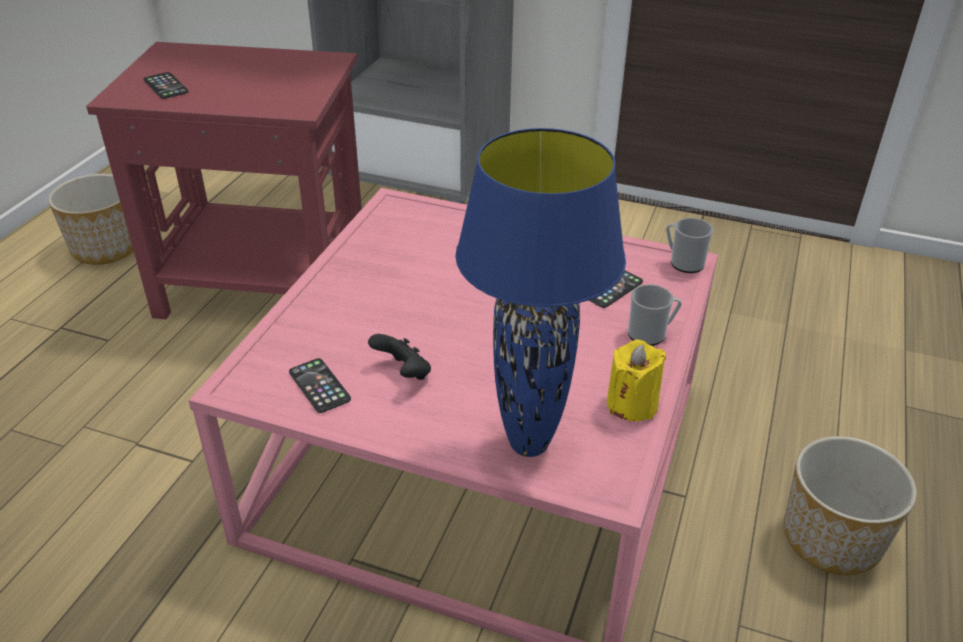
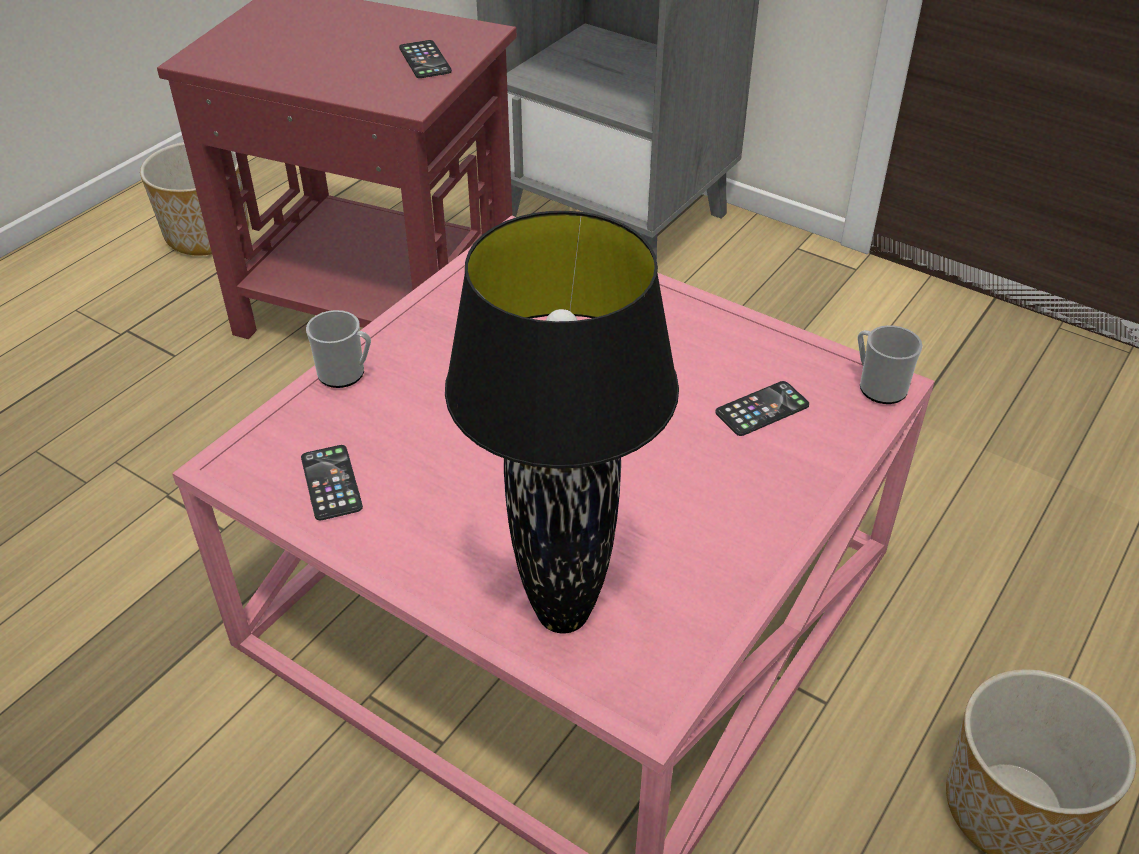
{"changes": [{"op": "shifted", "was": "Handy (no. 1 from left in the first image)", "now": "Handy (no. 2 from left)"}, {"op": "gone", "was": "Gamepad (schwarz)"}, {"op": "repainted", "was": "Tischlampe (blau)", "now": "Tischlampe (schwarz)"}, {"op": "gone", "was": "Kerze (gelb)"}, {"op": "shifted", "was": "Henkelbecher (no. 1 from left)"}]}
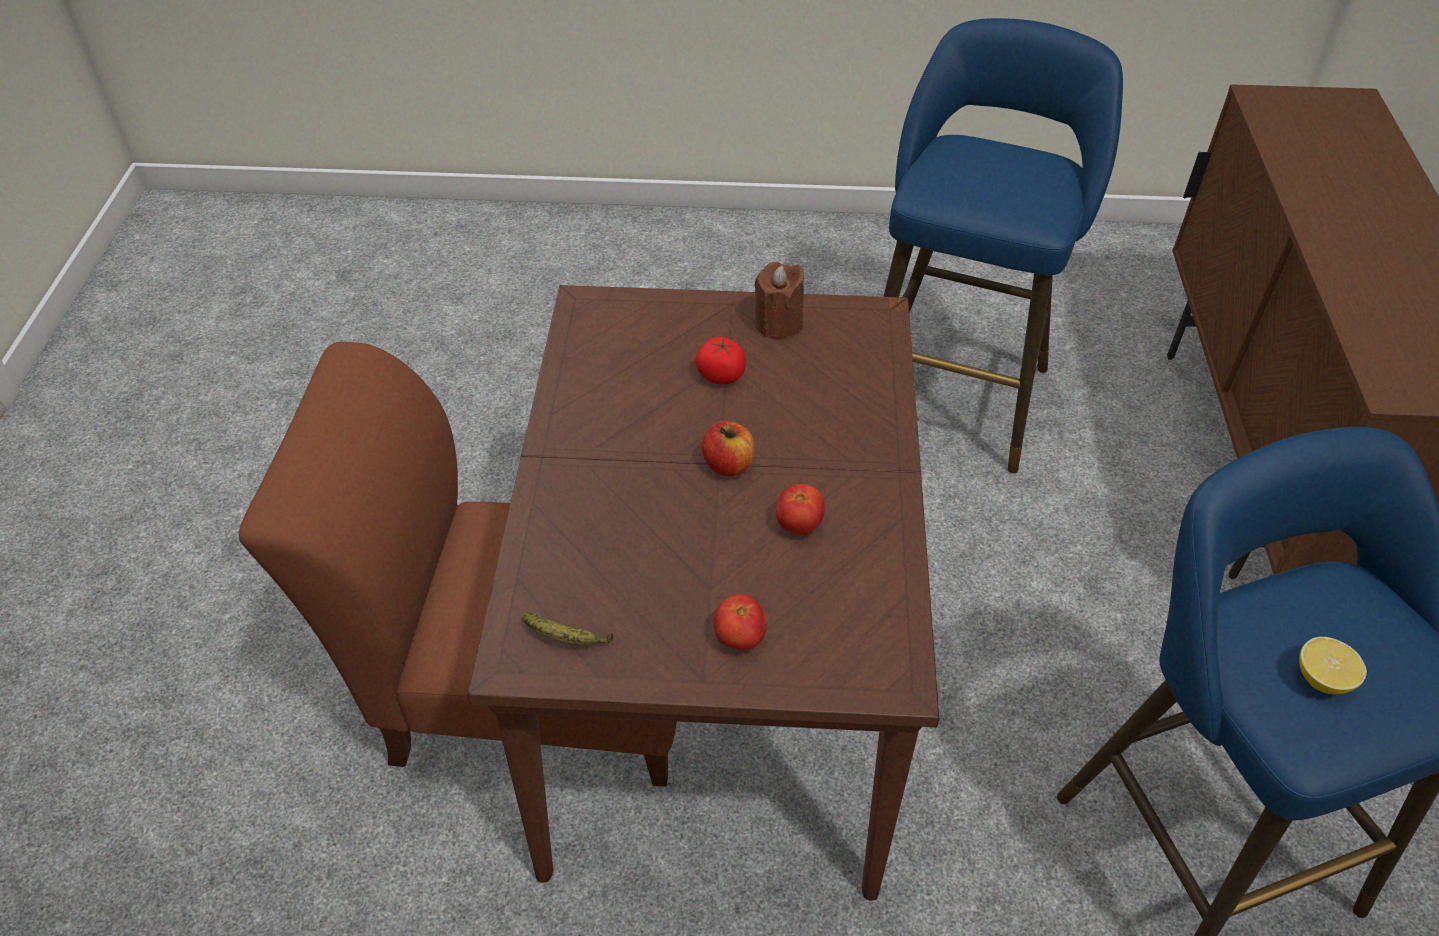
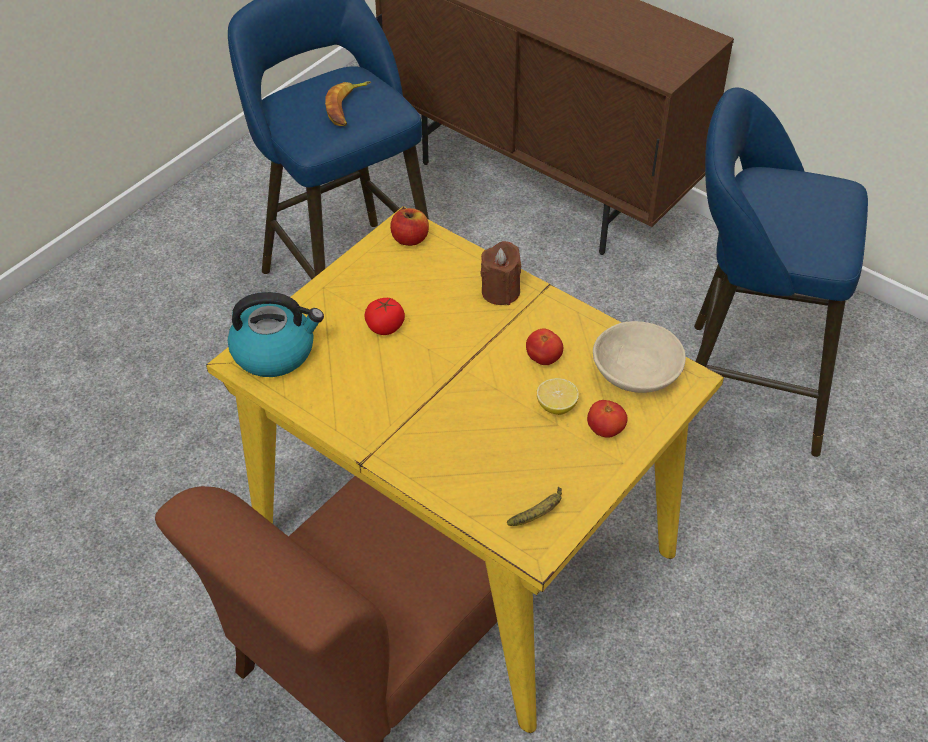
{"changes": [{"op": "repainted", "was": "Esstisch (braun)", "now": "Esstisch (gelb)"}, {"op": "shifted", "was": "Apfel"}, {"op": "shifted", "was": "Kerze (braun)"}, {"op": "shifted", "was": "Zitrone"}, {"op": "new", "now": "Wasserkessel"}, {"op": "new", "now": "Banane (no. 1 from left)"}, {"op": "new", "now": "Schüssel (beige)"}]}
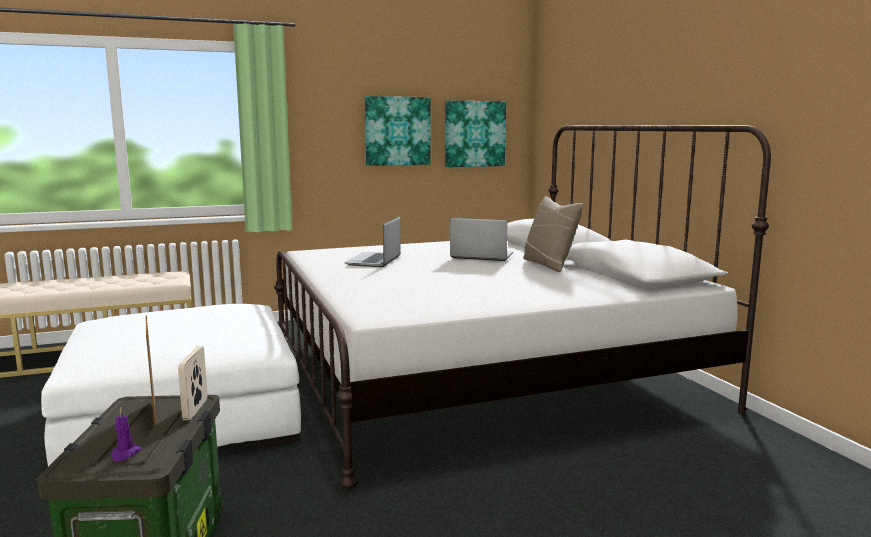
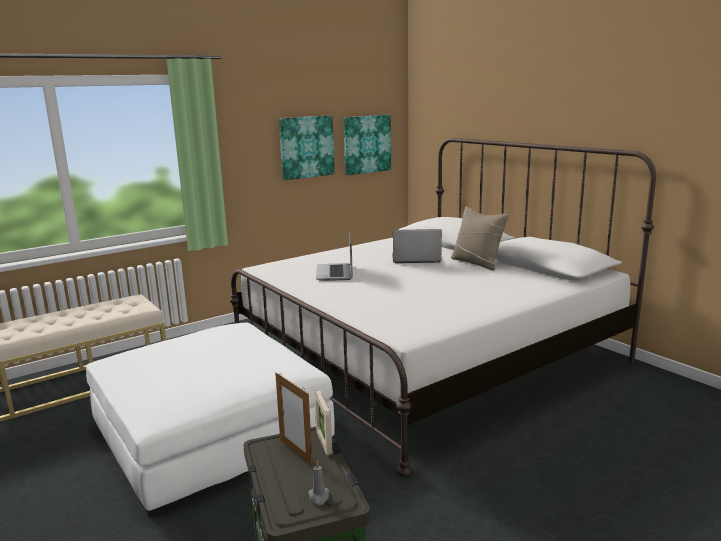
{"changes": [{"op": "repainted", "was": "Kerze (lila)", "now": "Kerze (grau)"}]}
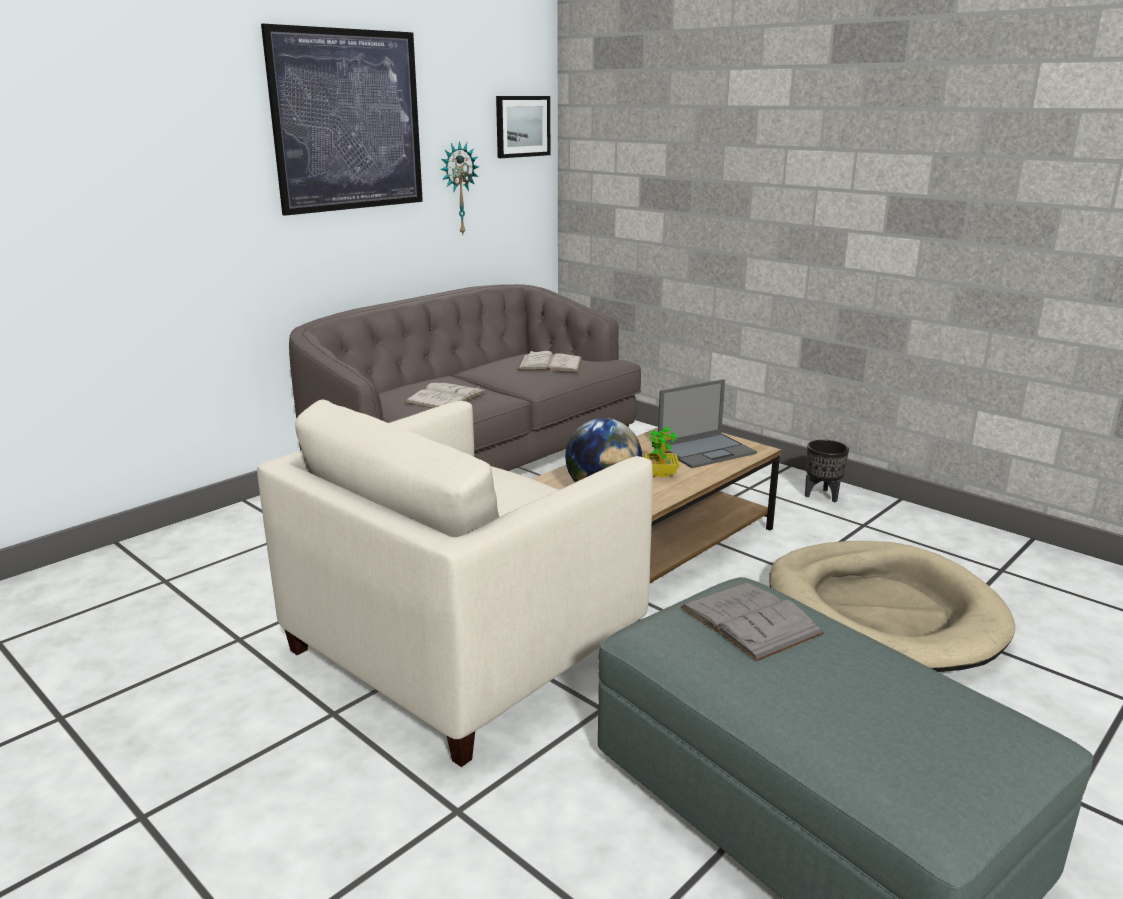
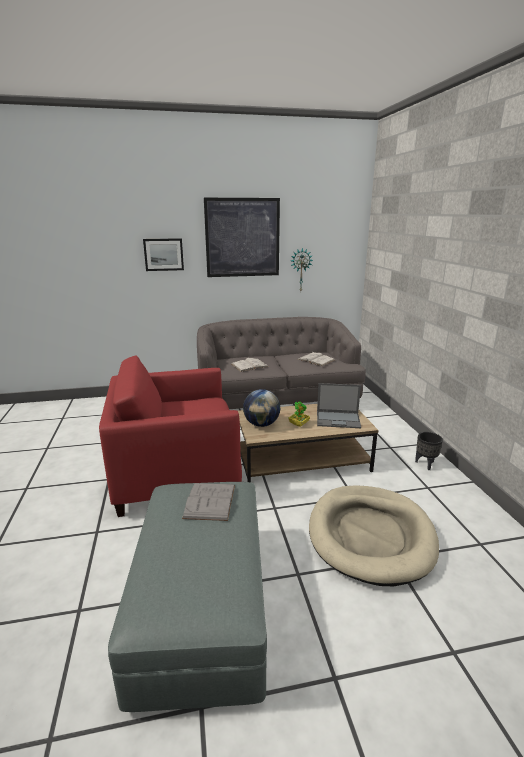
{"changes": [{"op": "repainted", "was": "Sessel (beige)", "now": "Sessel (rot)"}, {"op": "shifted", "was": "Bild (no. 2 from left in the first image)", "now": "Bild (no. 1 from left)"}]}
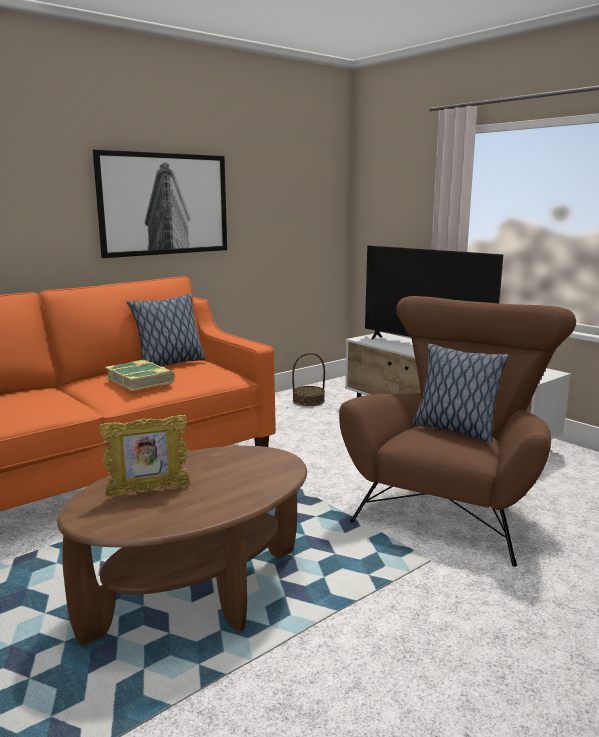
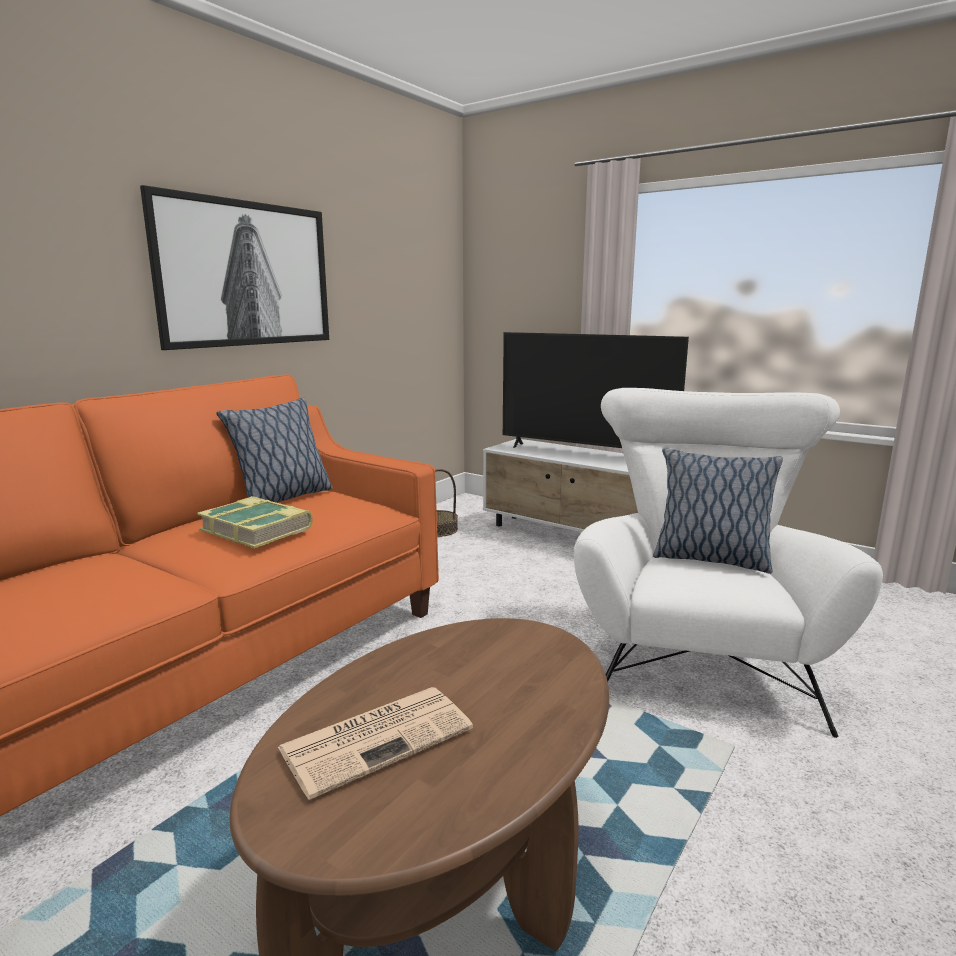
{"changes": [{"op": "swapped", "was": "Bilderrahmen", "now": "Zeitung"}, {"op": "repainted", "was": "Sessel (braun)", "now": "Sessel (weiß)"}]}
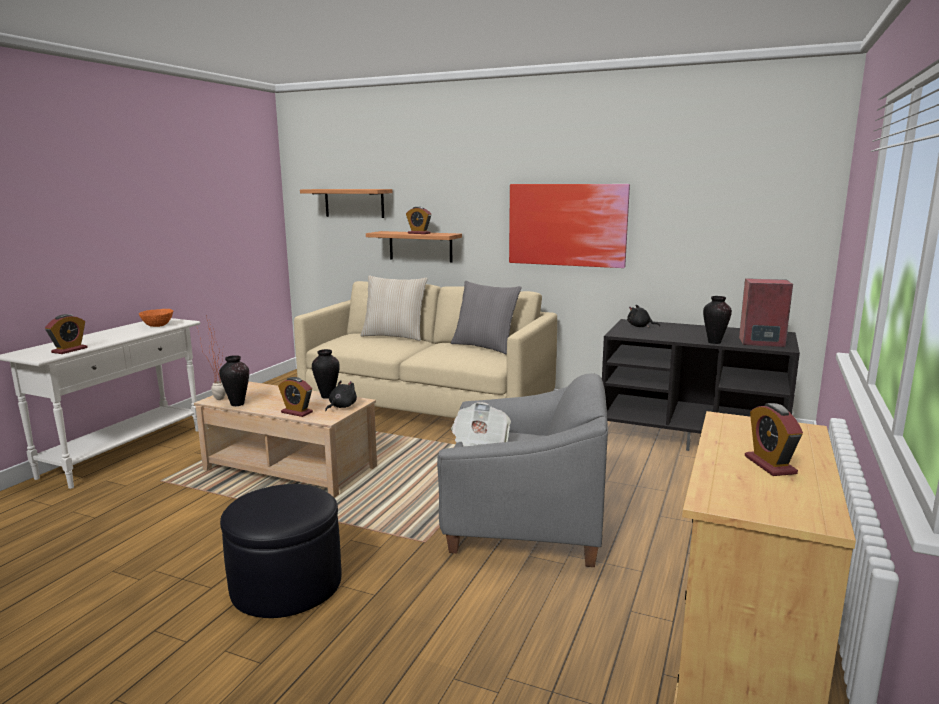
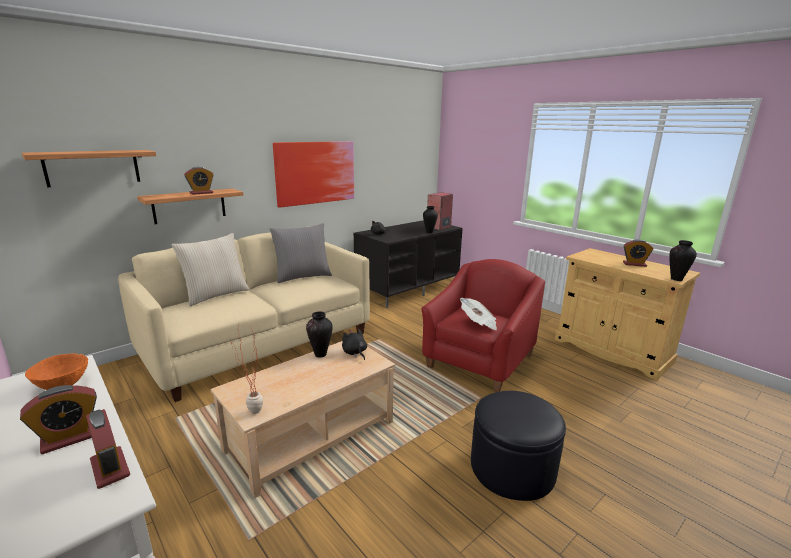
{"changes": [{"op": "shifted", "was": "Vase (no. 1 from left in the first image)", "now": "Vase (no. 3 from left)"}, {"op": "shifted", "was": "Wecker (no. 2 from left in the first image)", "now": "Wecker (no. 1 from left)"}, {"op": "repainted", "was": "Sessel (grau)", "now": "Sessel (rot)"}]}
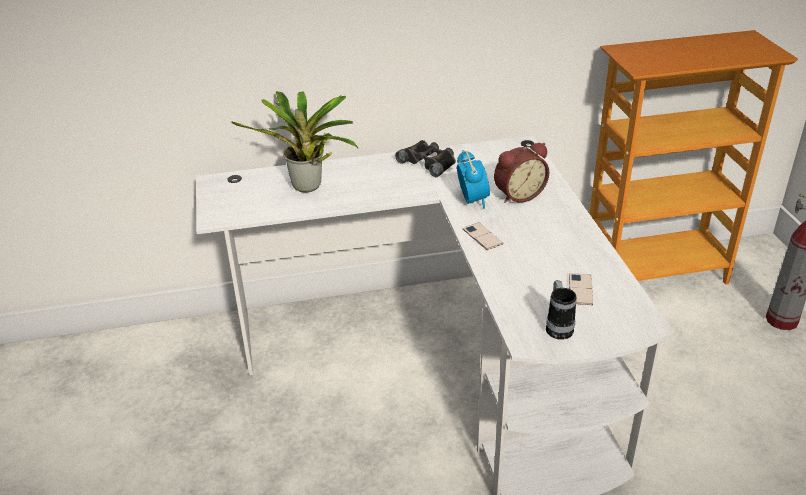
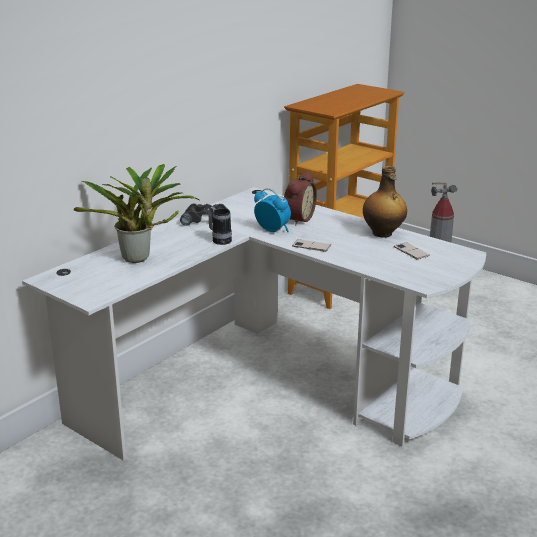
{"changes": [{"op": "shifted", "was": "Henkelbecher"}, {"op": "new", "now": "Flasche"}]}
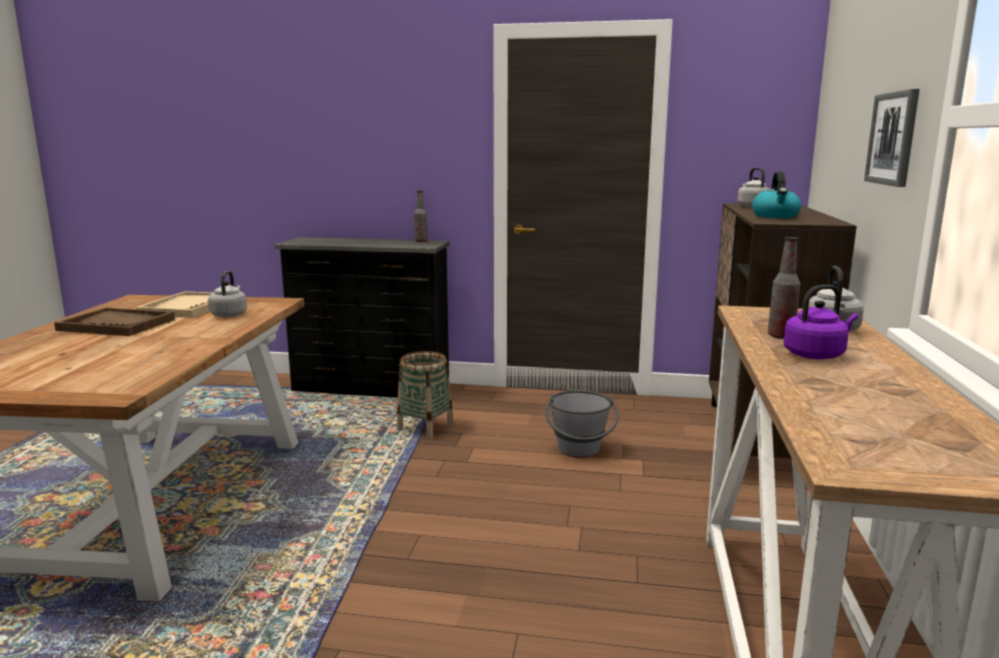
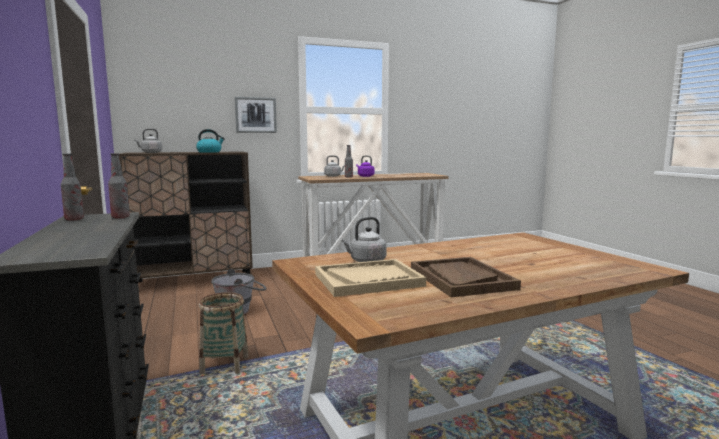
{"changes": [{"op": "new", "now": "Flasche (no. 2 from left)"}]}
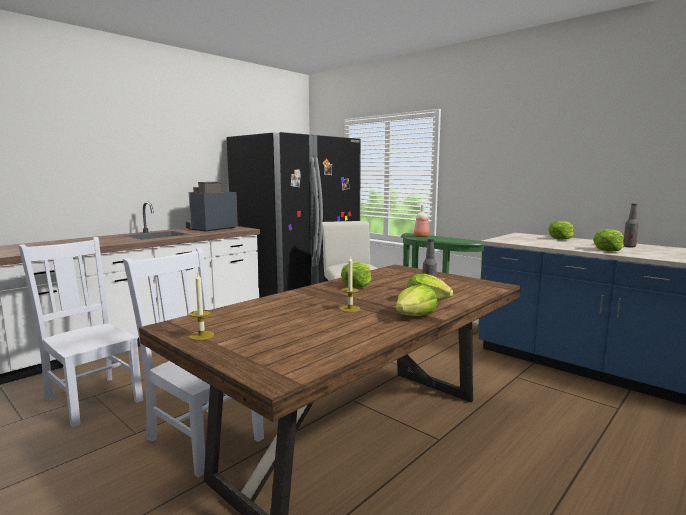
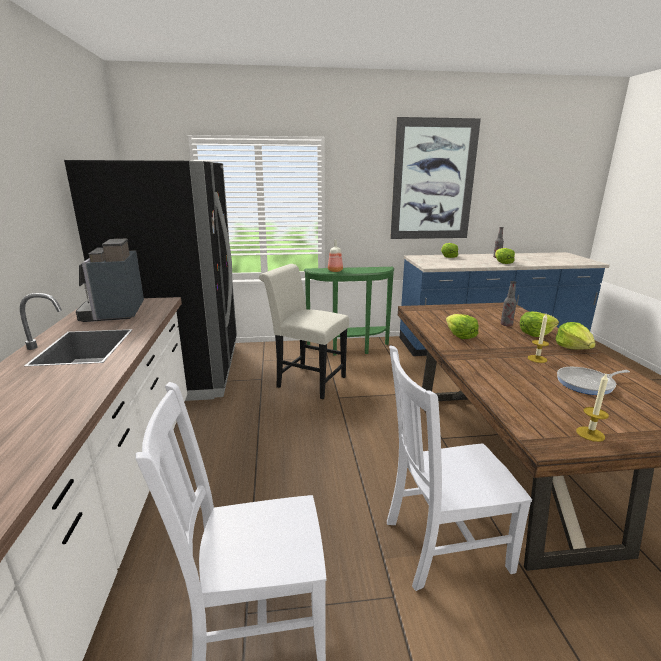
{"changes": [{"op": "new", "now": "Bild"}, {"op": "new", "now": "Pfanne"}]}
